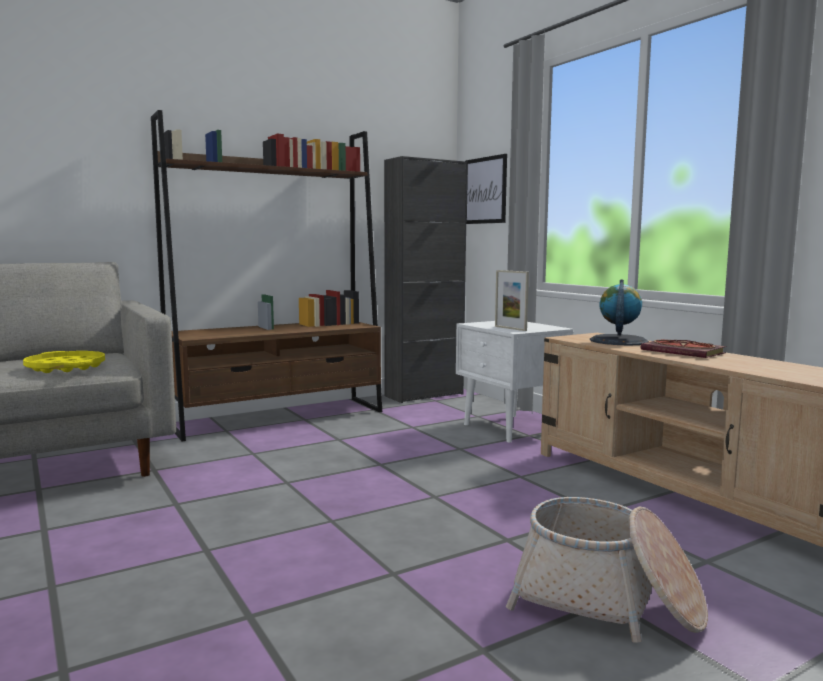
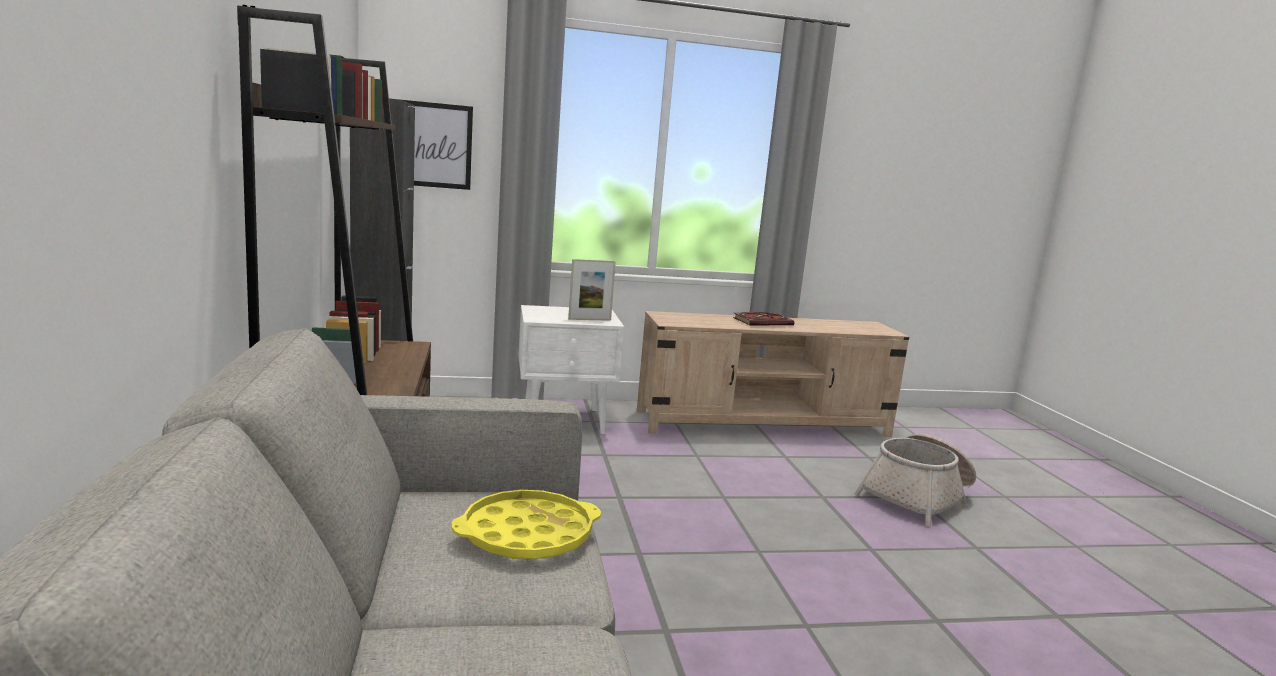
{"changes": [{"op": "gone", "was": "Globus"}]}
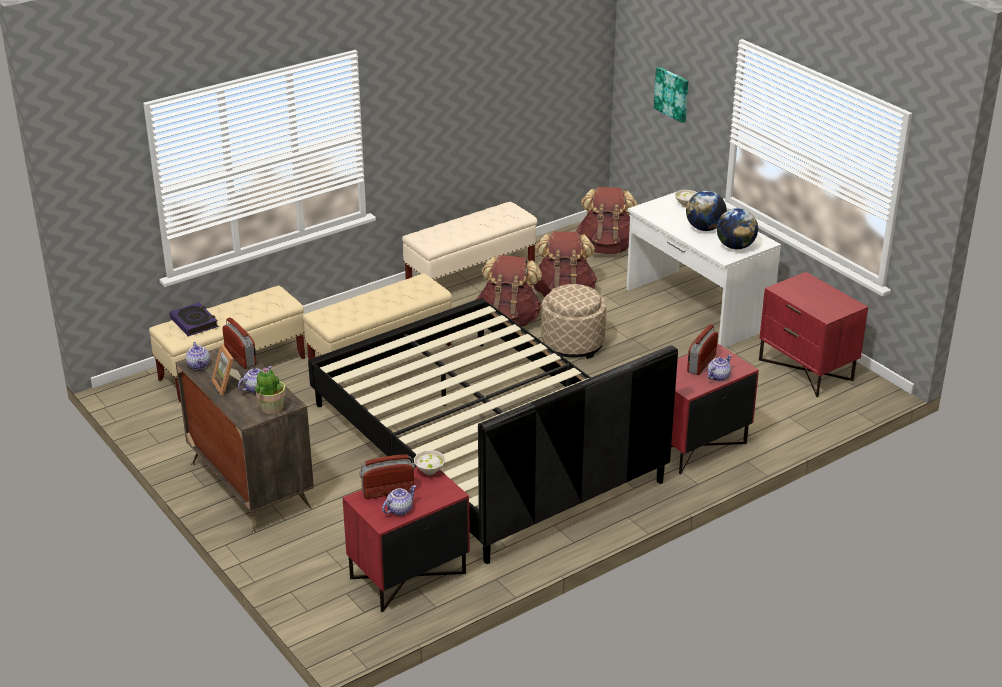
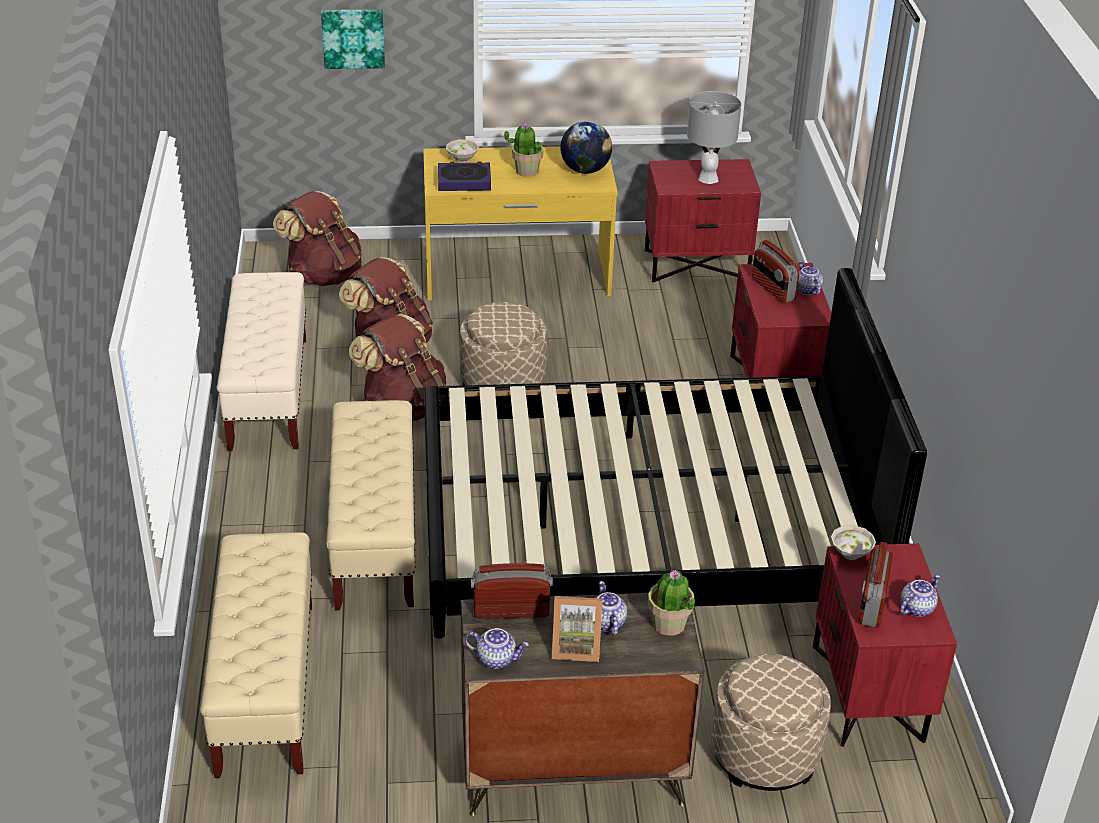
{"changes": [{"op": "shifted", "was": "Buch"}, {"op": "rotated", "was": "Teekanne (no. 3 from left in the first image)", "clockwise": 60}, {"op": "repainted", "was": "Schreibtisch (weiß)", "now": "Schreibtisch (gelb)"}, {"op": "swapped", "was": "Globus (no. 1 from left)", "now": "Topfpflanze (no. 1 from left)"}, {"op": "new", "now": "Tischlampe (grau)"}, {"op": "new", "now": "Polsterhocker (beige) (no. 2 from left)"}]}
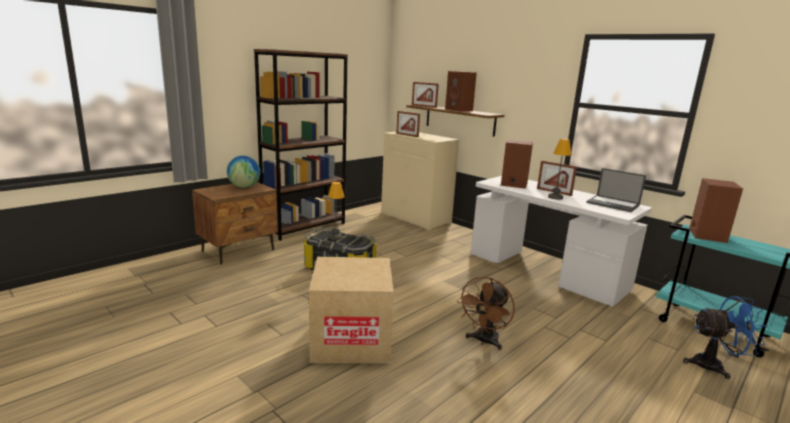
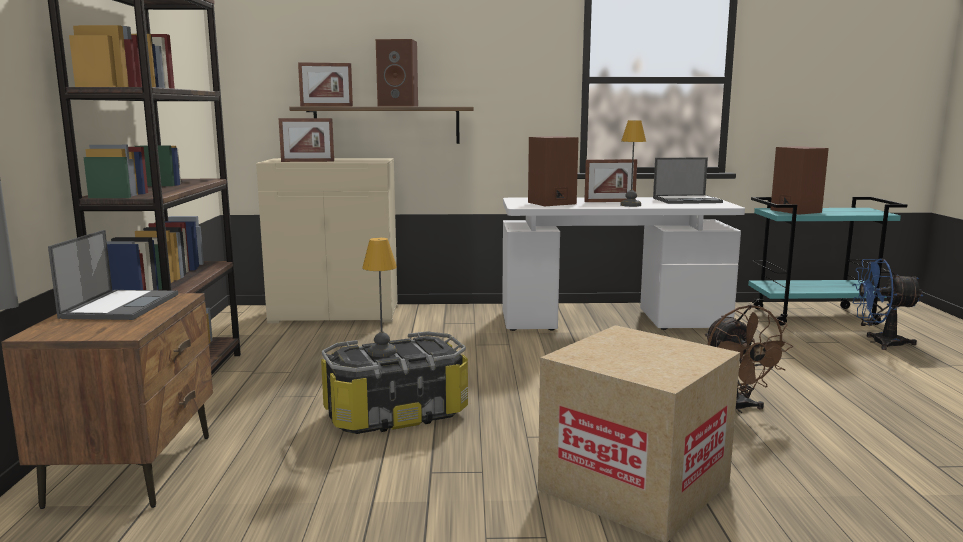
{"changes": [{"op": "swapped", "was": "Globus", "now": "Laptop (no. 1 from left)"}, {"op": "rotated", "was": "Ventilator (blau)", "clockwise": -135}]}
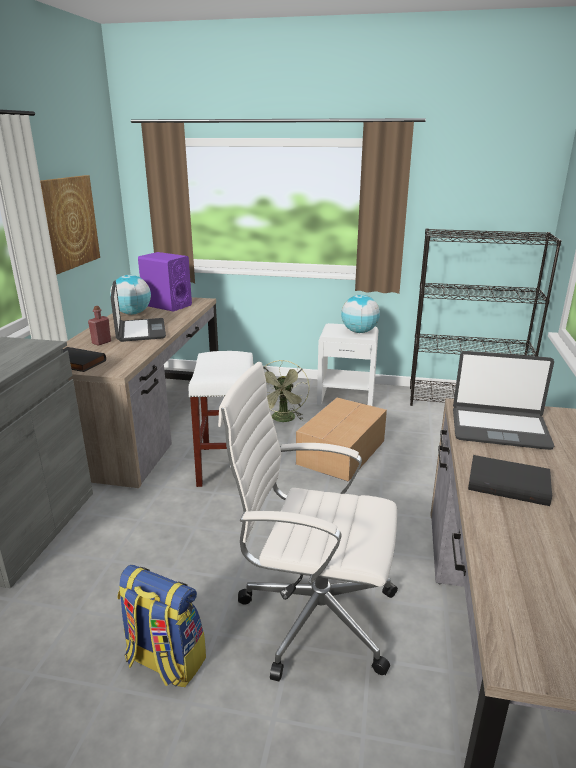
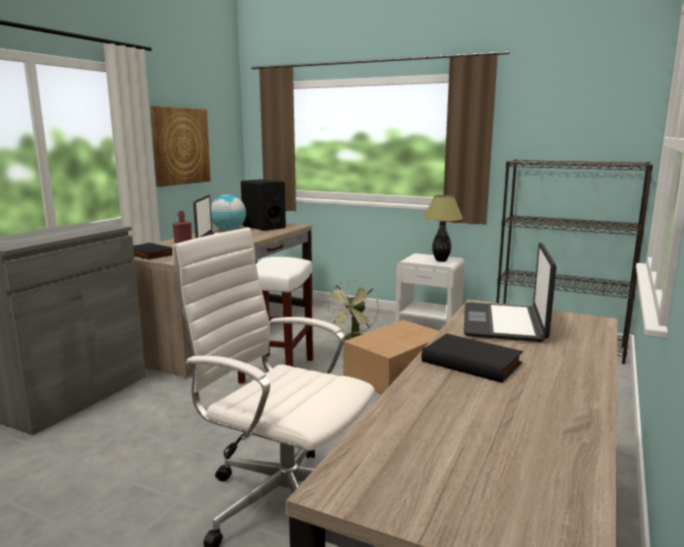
{"changes": [{"op": "gone", "was": "Rucksack"}, {"op": "repainted", "was": "Lautsprecher (lila)", "now": "Lautsprecher (schwarz)"}, {"op": "swapped", "was": "Globus (no. 2 from left)", "now": "Tischlampe"}, {"op": "rotated", "was": "Laptop (no. 2 from left)", "clockwise": 75}]}
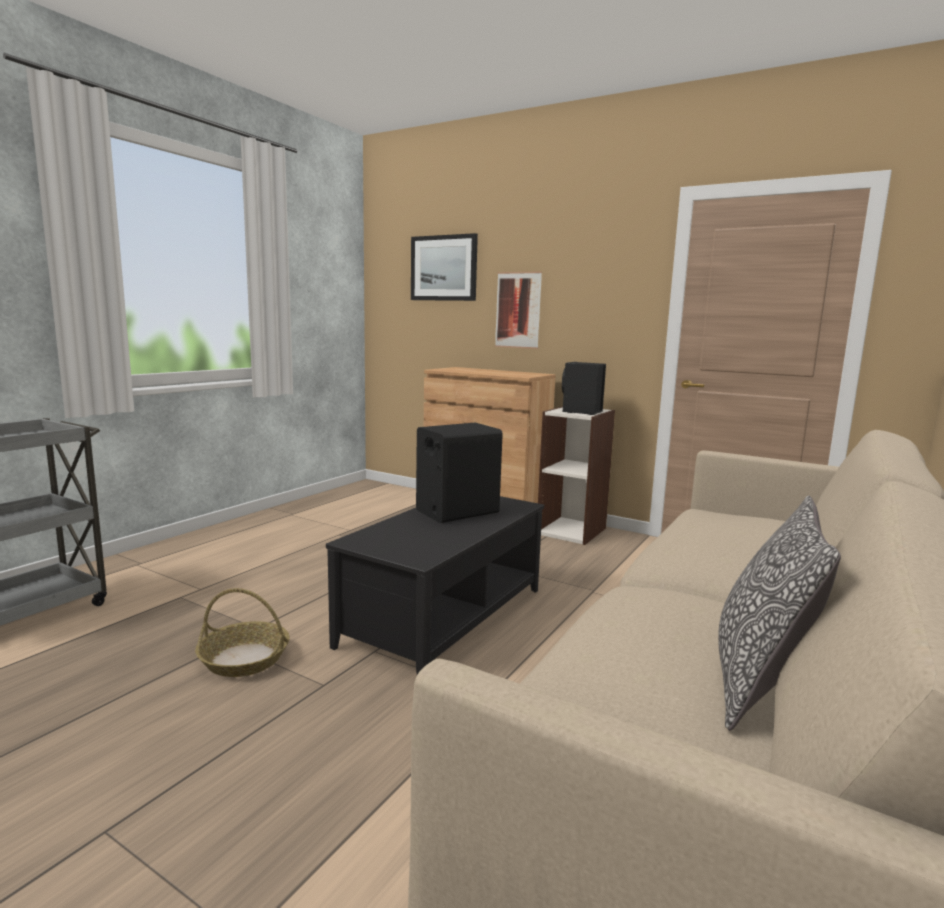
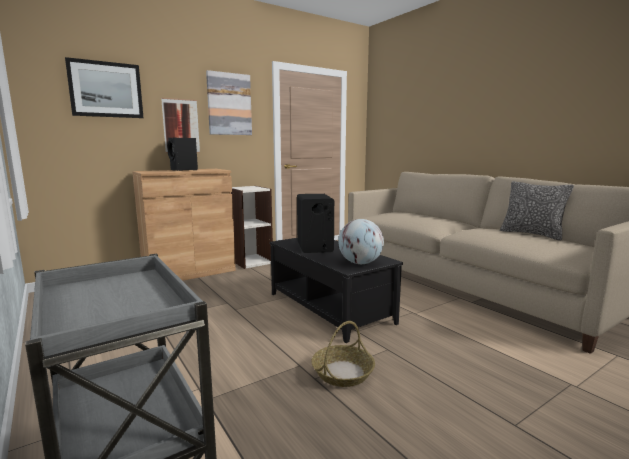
{"changes": [{"op": "shifted", "was": "Lautsprecher (schwarz) (no. 2 from left in the first image)", "now": "Lautsprecher (schwarz) (no. 1 from left)"}, {"op": "new", "now": "Bild (no. 3 from left)"}, {"op": "new", "now": "Globus"}]}
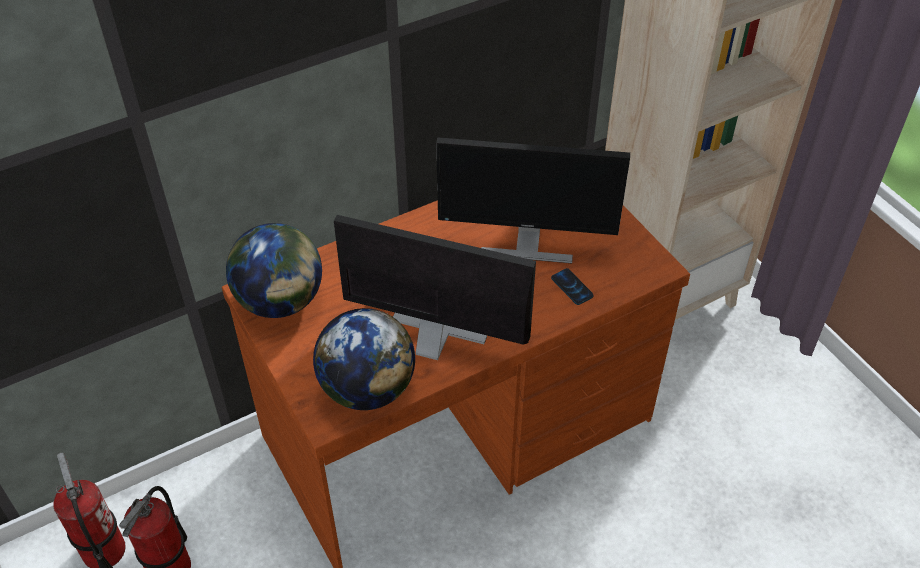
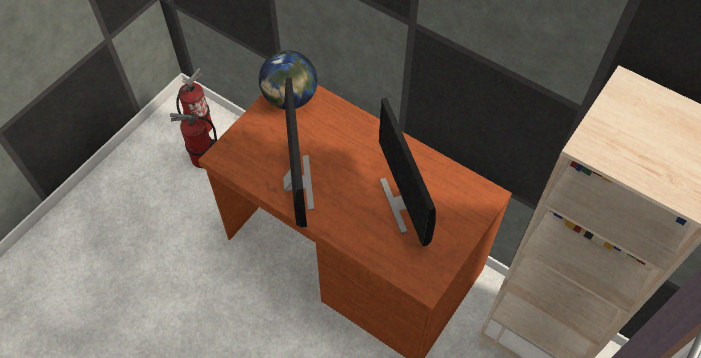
{"changes": [{"op": "gone", "was": "Globus (no. 2 from left)"}, {"op": "gone", "was": "Handy"}]}
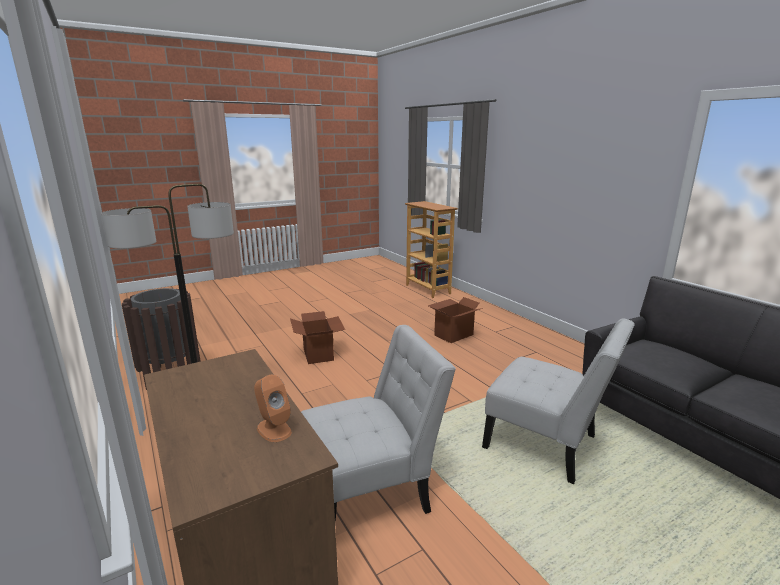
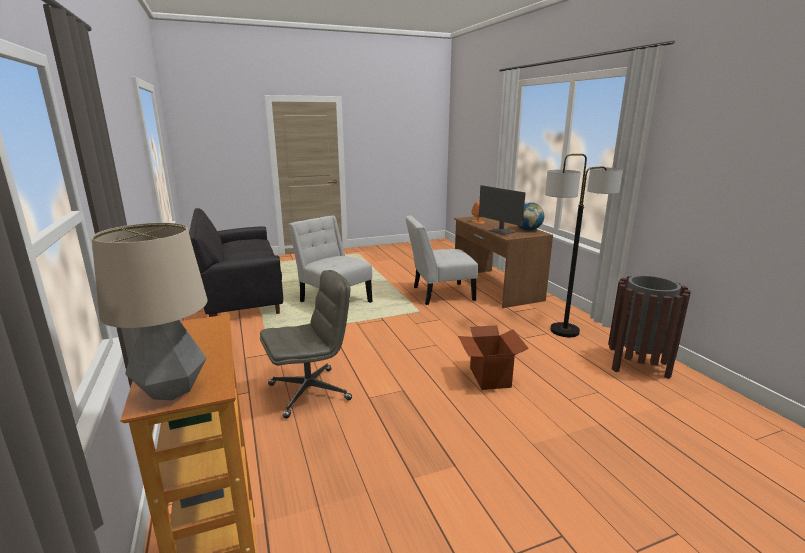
{"changes": [{"op": "swapped", "was": "Karton (no. 2 from left)", "now": "Bürostuhl (grau)"}, {"op": "new", "now": "Tischlampe"}, {"op": "new", "now": "Monitor"}, {"op": "new", "now": "Globus"}]}
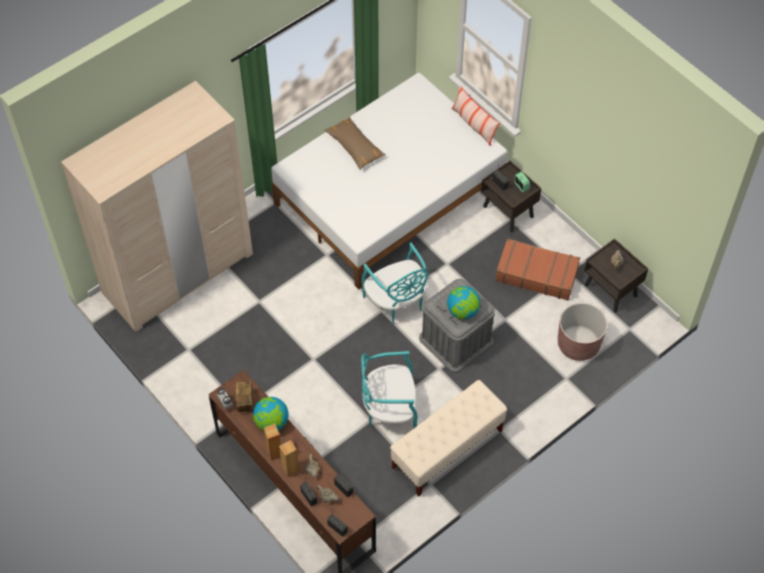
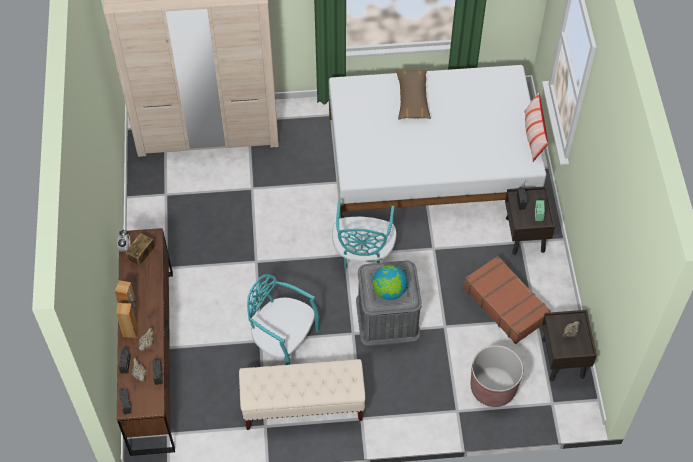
{"changes": [{"op": "gone", "was": "Globus (no. 1 from left)"}]}
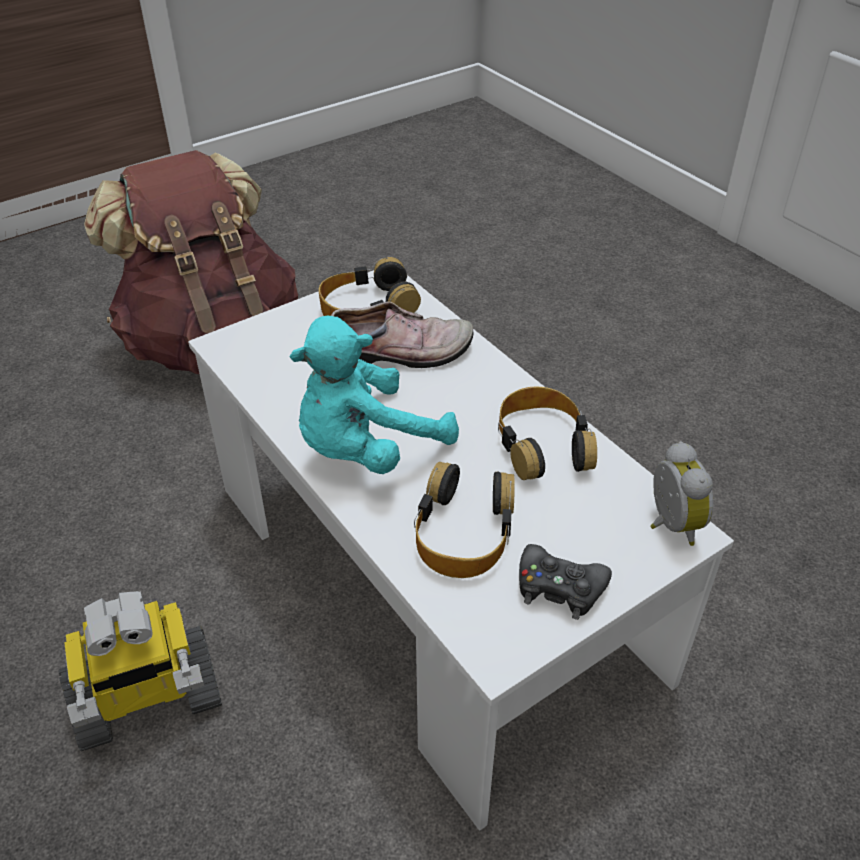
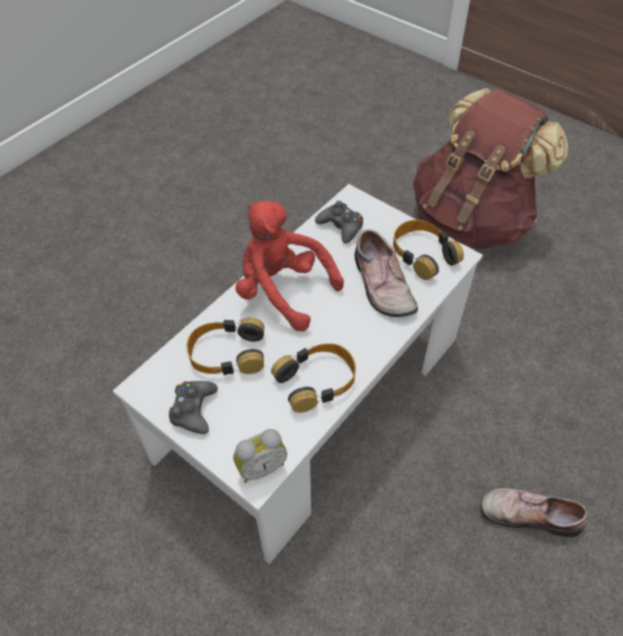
{"changes": [{"op": "gone", "was": "Spielzeugroboter"}, {"op": "repainted", "was": "Plüschtier (türkis)", "now": "Plüschtier (rot)"}, {"op": "new", "now": "Gamepad (schwarz) (no. 2 from left)"}, {"op": "new", "now": "Schuh (no. 2 from left)"}]}
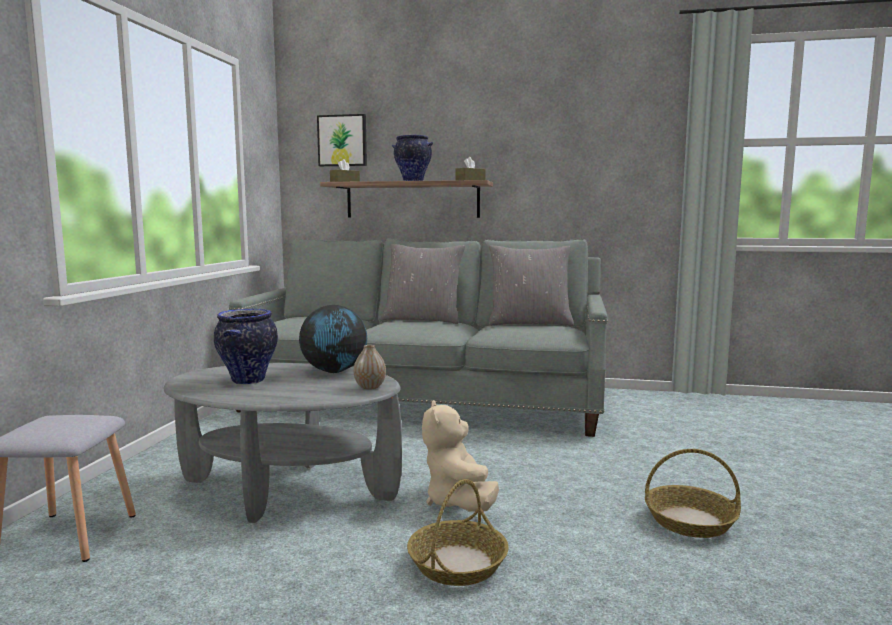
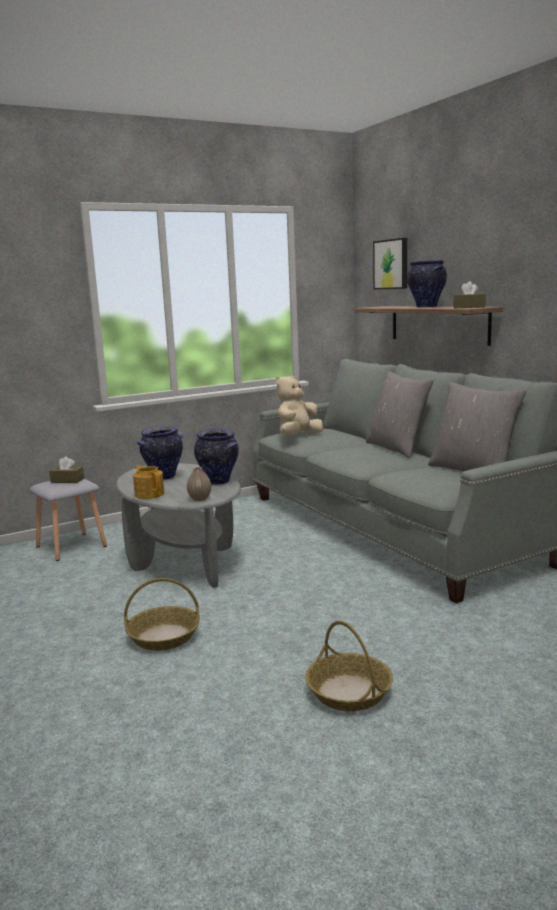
{"changes": [{"op": "swapped", "was": "Globus", "now": "Vase (no. 3 from left)"}, {"op": "shifted", "was": "Taschentuchbox (braun) (no. 1 from left)"}, {"op": "shifted", "was": "Plüschtier (beige)"}, {"op": "new", "now": "Teekanne"}]}
